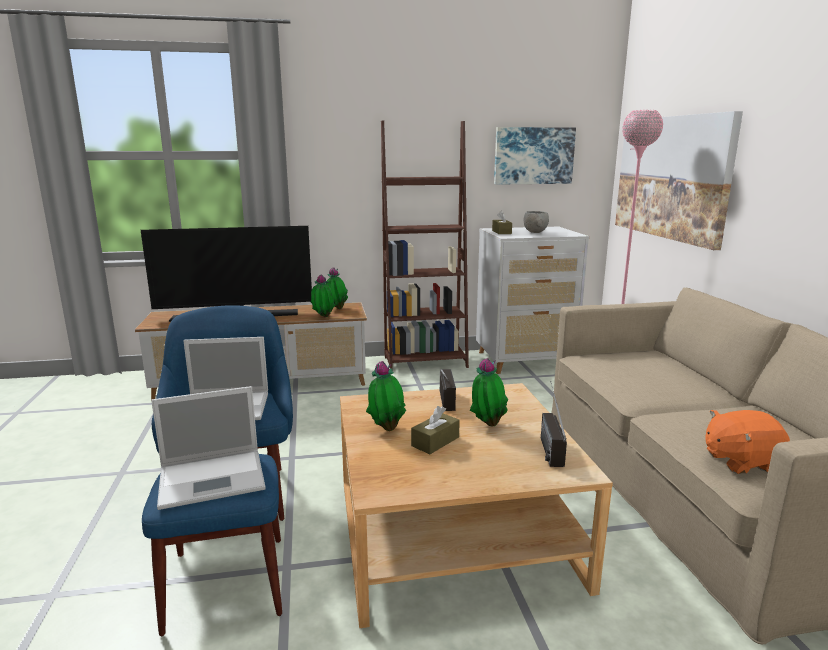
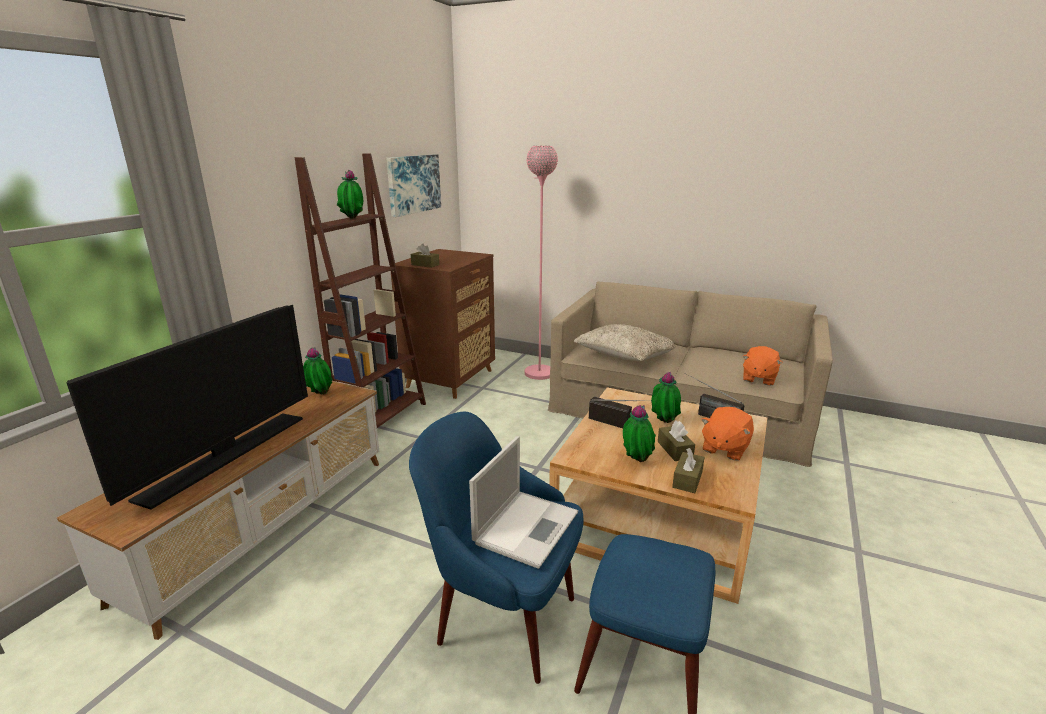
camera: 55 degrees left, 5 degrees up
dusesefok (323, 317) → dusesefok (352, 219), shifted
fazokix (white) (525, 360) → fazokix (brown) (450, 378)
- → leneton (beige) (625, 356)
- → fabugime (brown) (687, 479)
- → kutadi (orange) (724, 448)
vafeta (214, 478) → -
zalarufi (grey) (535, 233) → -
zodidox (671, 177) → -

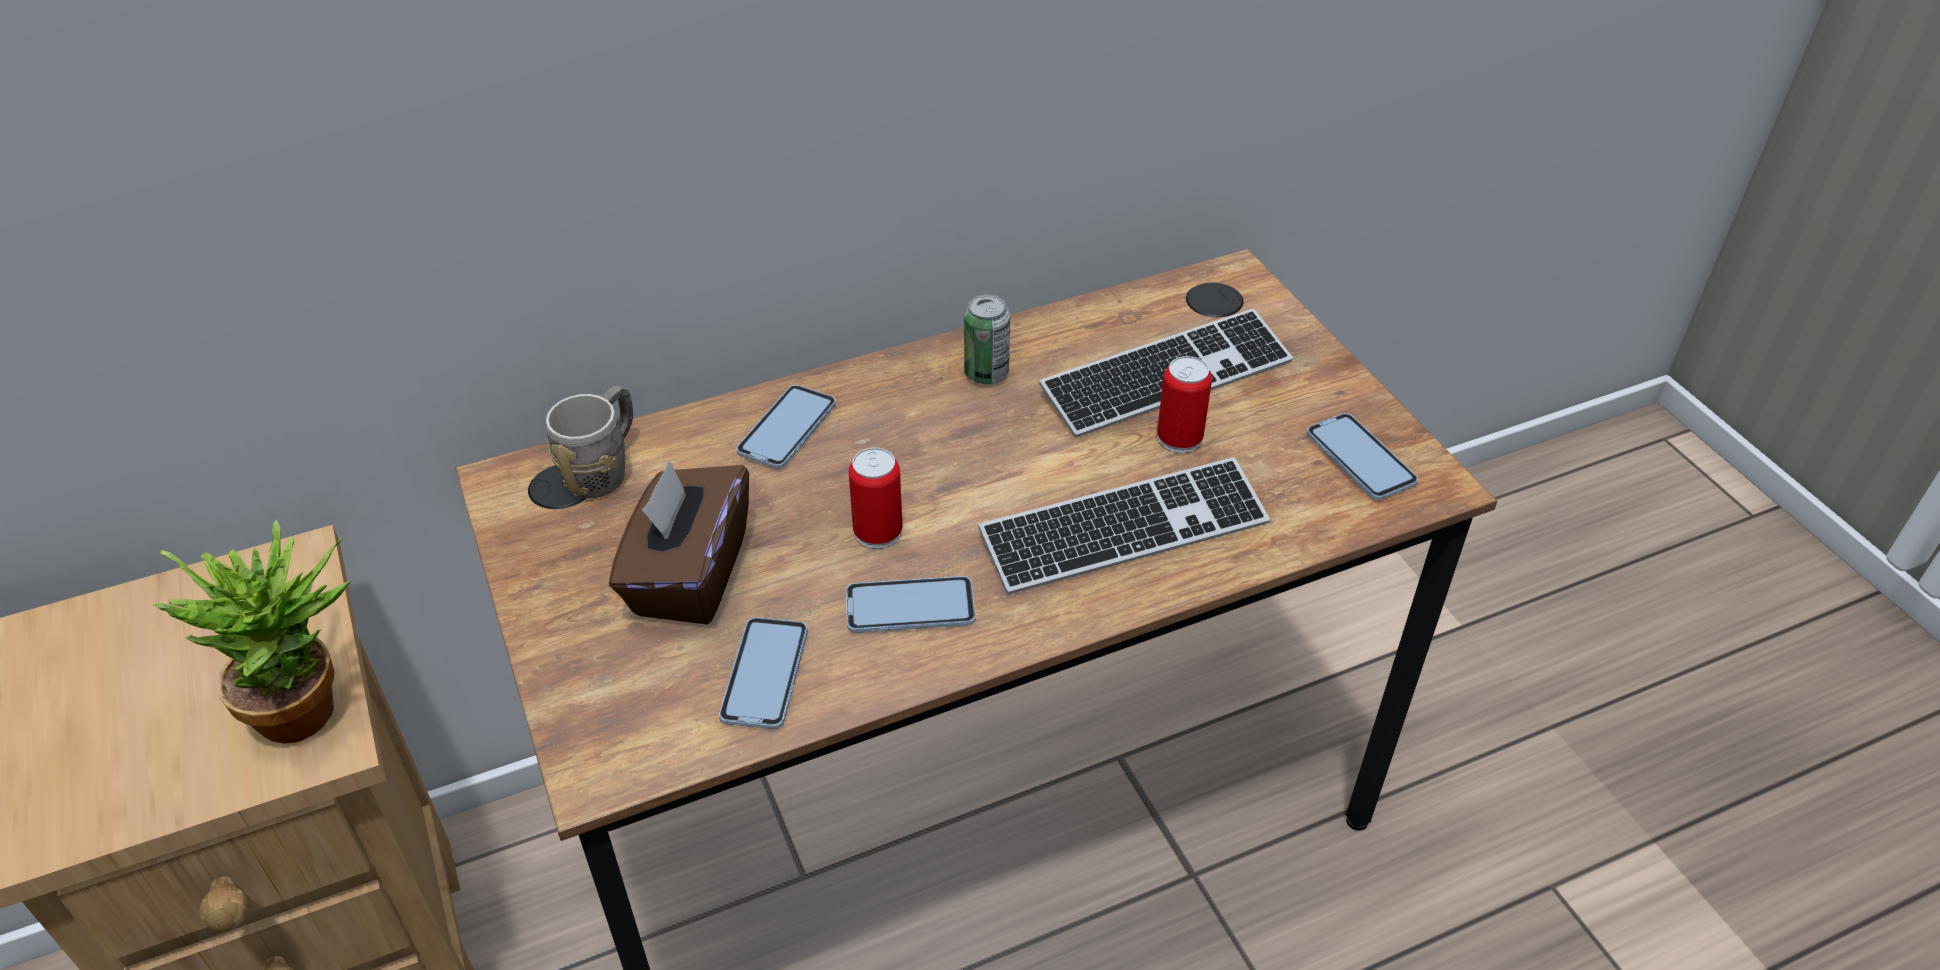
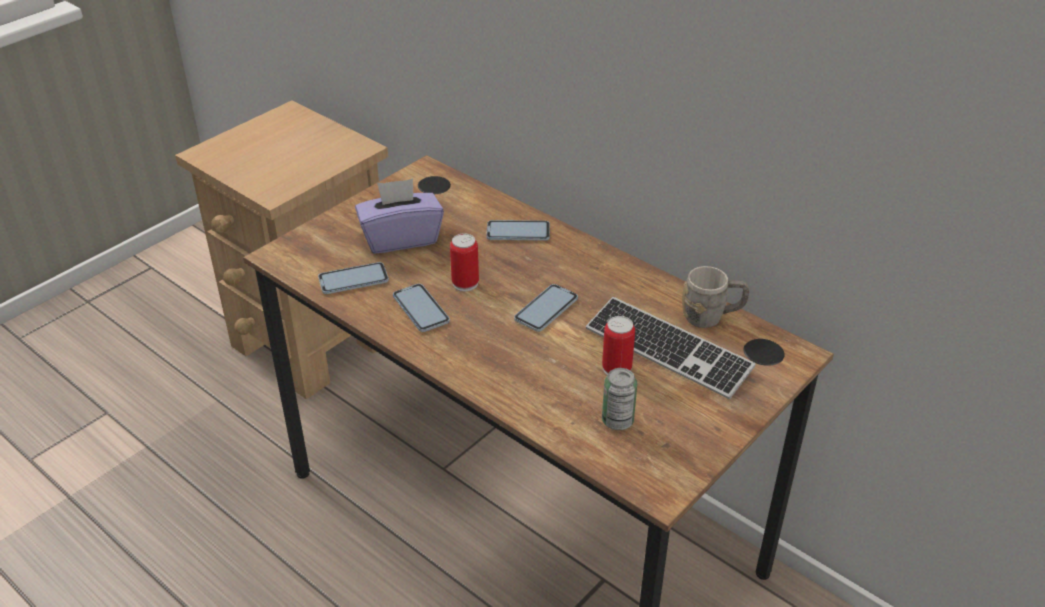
camera: 65 degrees right, 5 degrees down
fabugime (brown) (689, 575) → fabugime (purple) (401, 238)
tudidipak (1360, 459) → tudidipak (546, 309), shifted
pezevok (986, 373) → pezevok (617, 421), shifted
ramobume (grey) (604, 468) → ramobume (grey) (712, 317), shifted
dusesefok (312, 706) → -
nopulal (1124, 530) → -

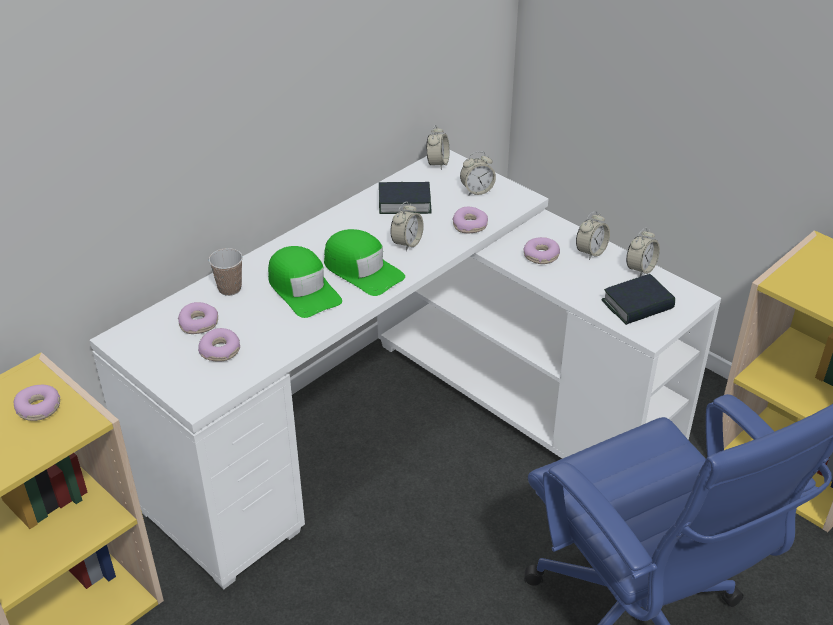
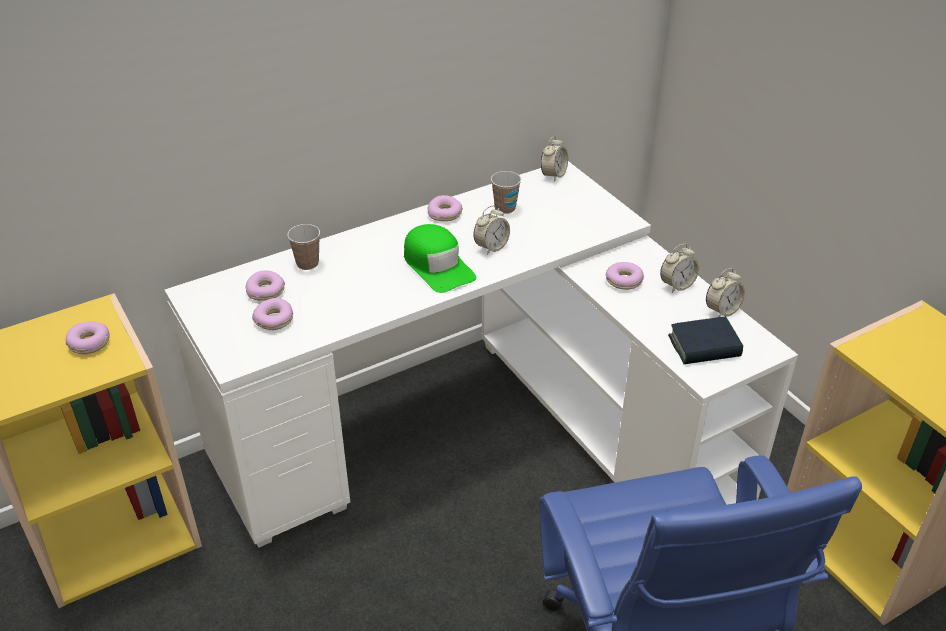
camera: 15 degrees right, 0 degrees up
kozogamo (470, 225) → kozogamo (445, 214), shifted
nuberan (404, 203) → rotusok (505, 208)
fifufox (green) (303, 289) → -
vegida (477, 191) → -

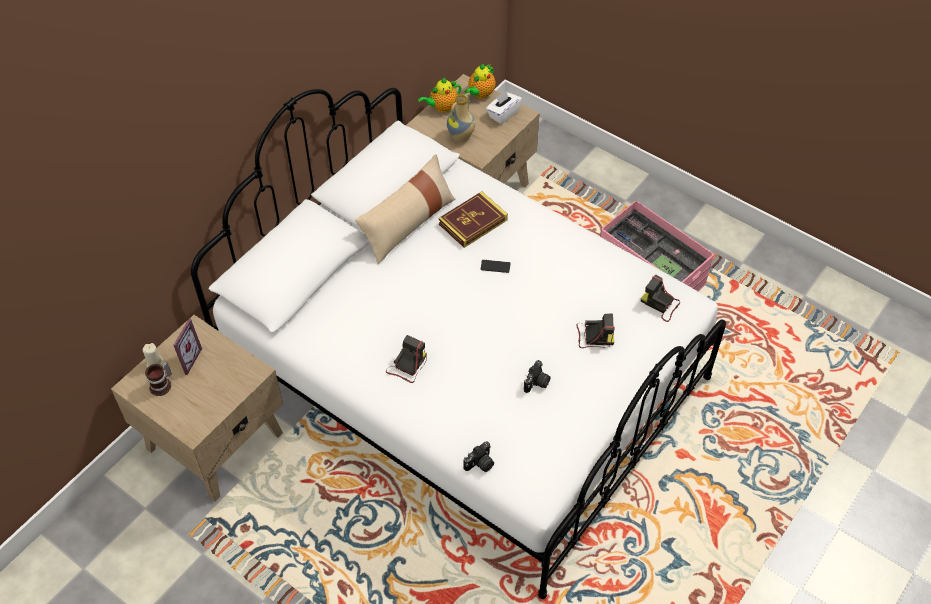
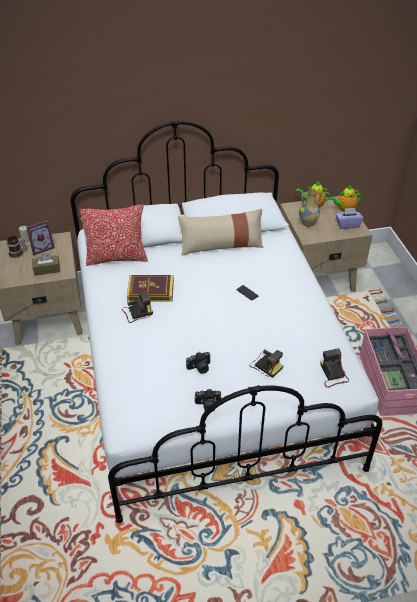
camera: 40 degrees right, 10 degrees down
- → fabugime (brown) (47, 269)
- → leneton (117, 258)
nuberan (473, 222) → nuberan (150, 290), shifted
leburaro (480, 464) → leburaro (208, 405), shifted
fabugime (white) (503, 114) → fabugime (purple) (347, 225)

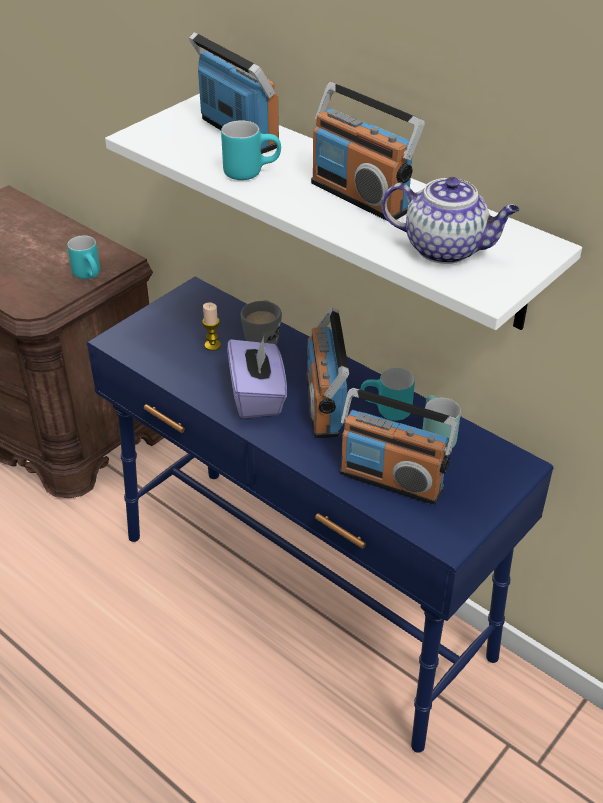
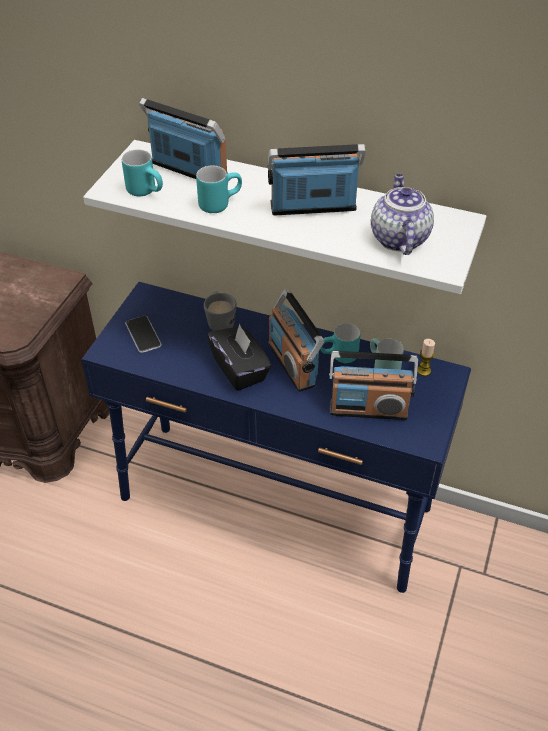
camera: 20 degrees left, 5 degrees up
ramobume (turquoise) (91, 275) → ramobume (turquoise) (147, 191), shifted
- → tudidipak (143, 335)
fabugime (purple) (258, 396) → fabugime (black) (240, 369)
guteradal (360, 197) → guteradal (313, 208), 150 degrees clockwise
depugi (446, 249) → depugi (398, 238), 90 degrees counterclockwise
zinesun (212, 345) → zinesun (423, 371), shifted

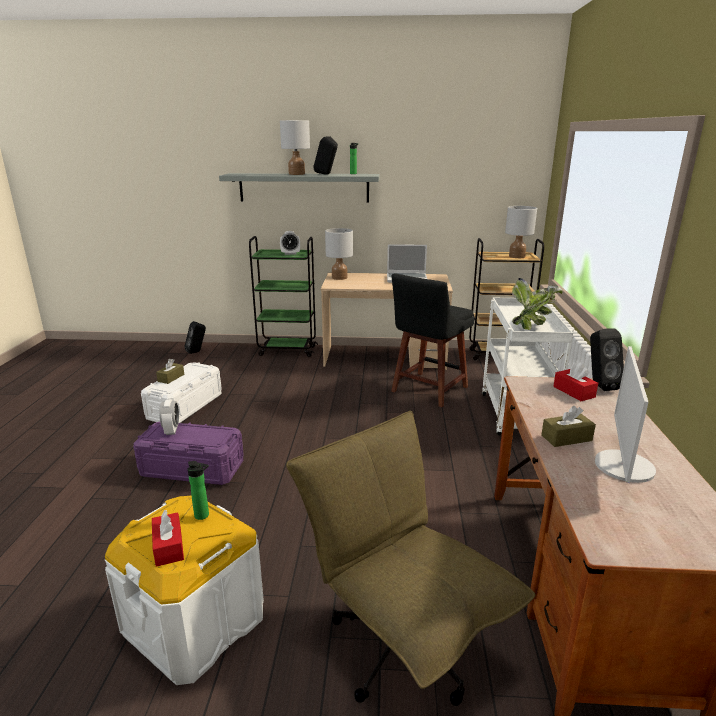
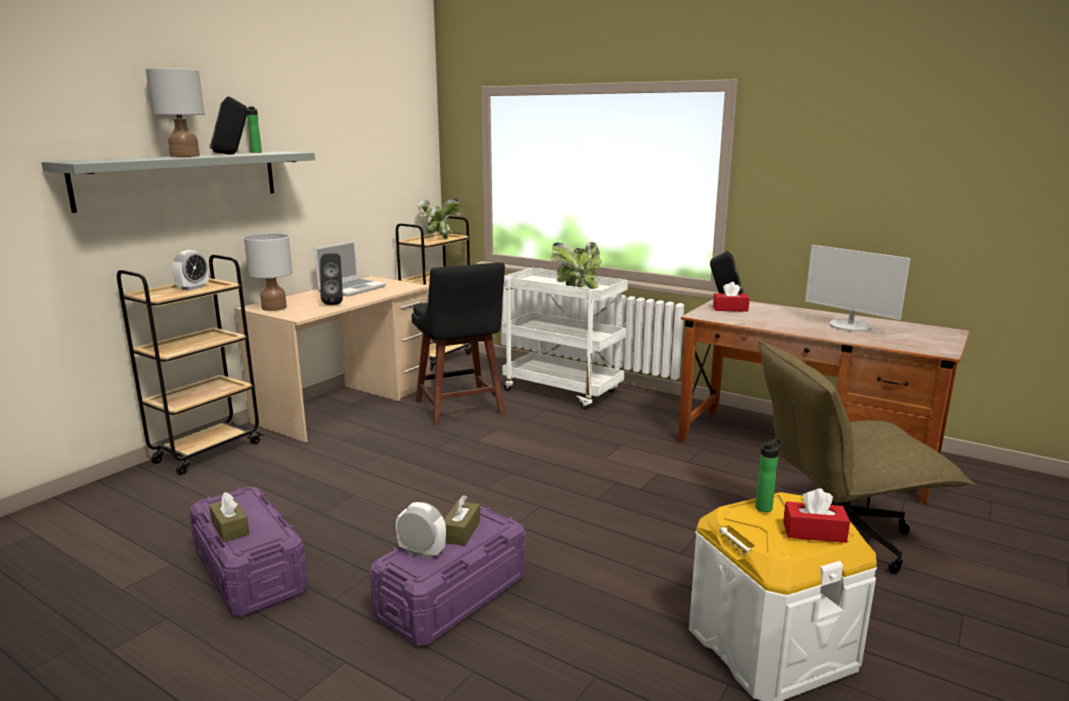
camera: 60 degrees left, 5 degrees down
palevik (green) (288, 351) → palevik (brown) (208, 452)
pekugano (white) (185, 406) → pekugano (purple) (250, 571)
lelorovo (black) (197, 352) → lelorovo (black) (334, 303), shifted
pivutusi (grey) (517, 256) → dusesefok (439, 238)
fabugime (brown) (566, 438) → fabugime (brown) (461, 531), shifted

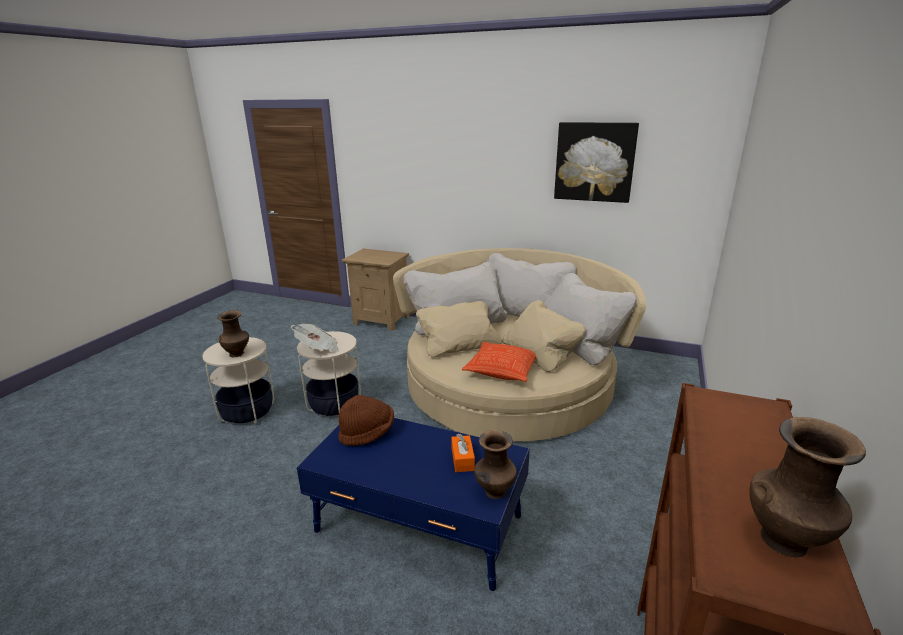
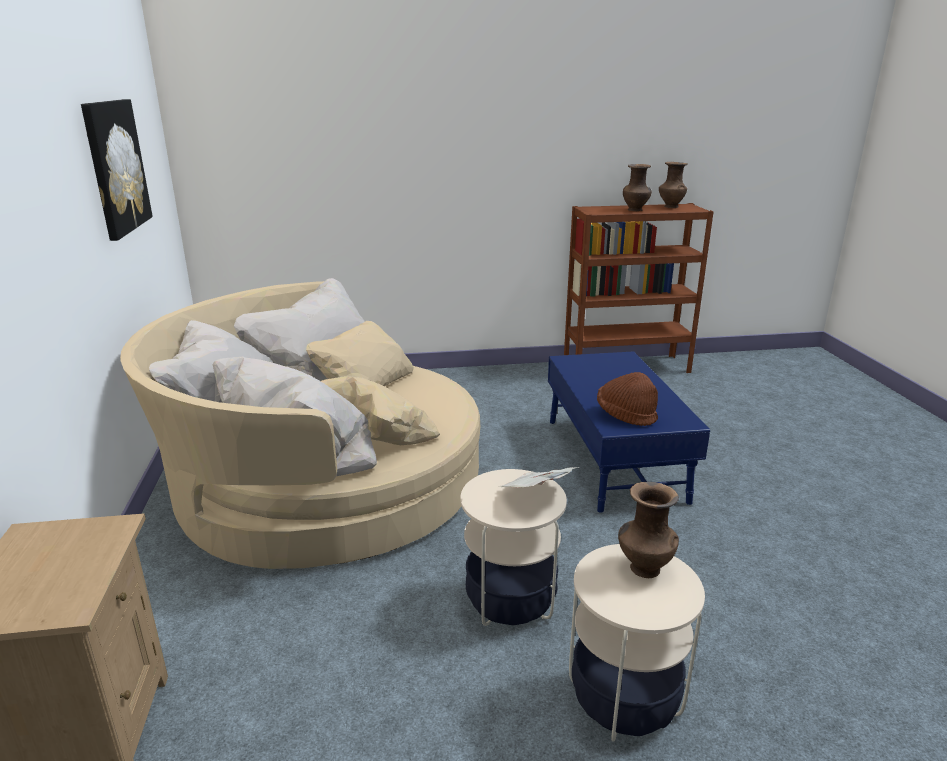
camera: 120 degrees left, 0 degrees up
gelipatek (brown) (494, 492) → gelipatek (brown) (635, 210), shifted
fabugime (orange) (462, 459) → -
leneton (orange) (502, 370) → -

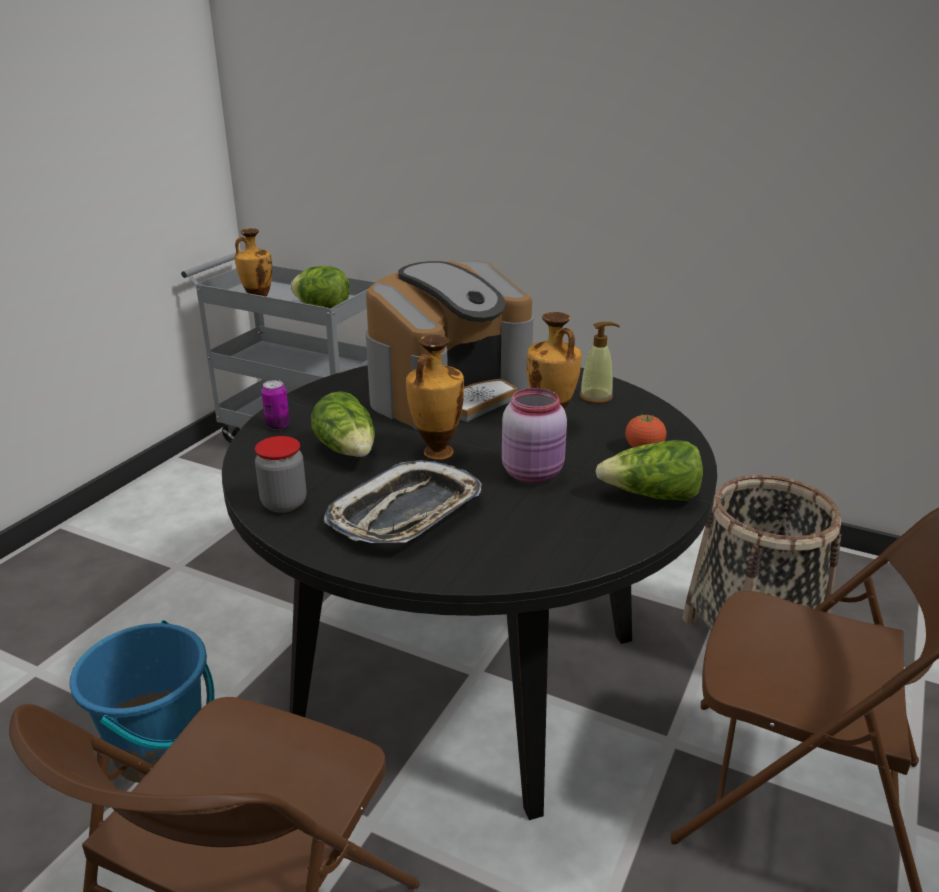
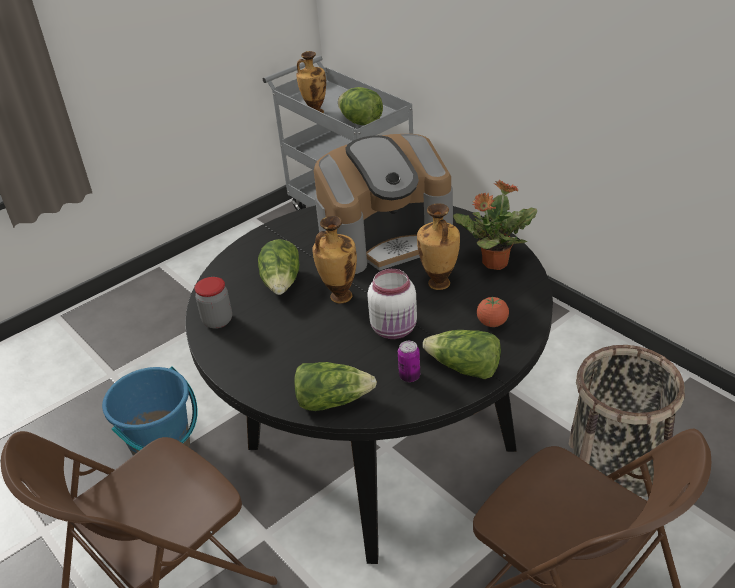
camera: 25 degrees right, 10 degrees up
- → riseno (332, 400)
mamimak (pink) (534, 473) → mamimak (white) (395, 329)
pezevok (277, 425) → pezevok (409, 376), shifted
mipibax (596, 397) → dusesefok (494, 263)
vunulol (406, 513) → -

